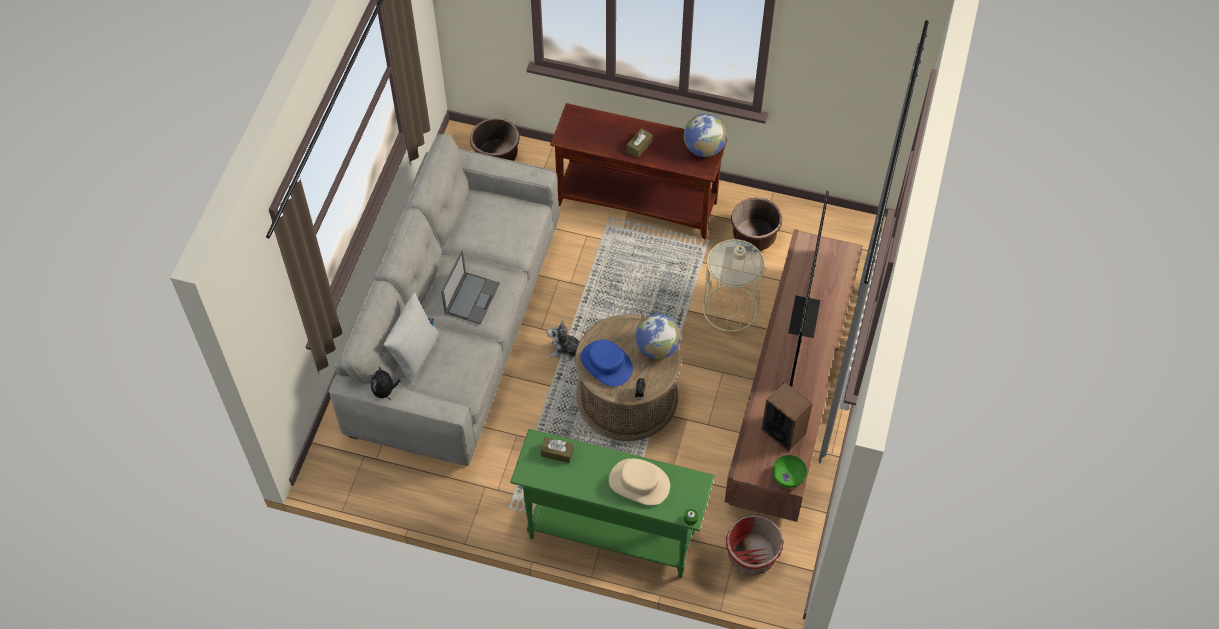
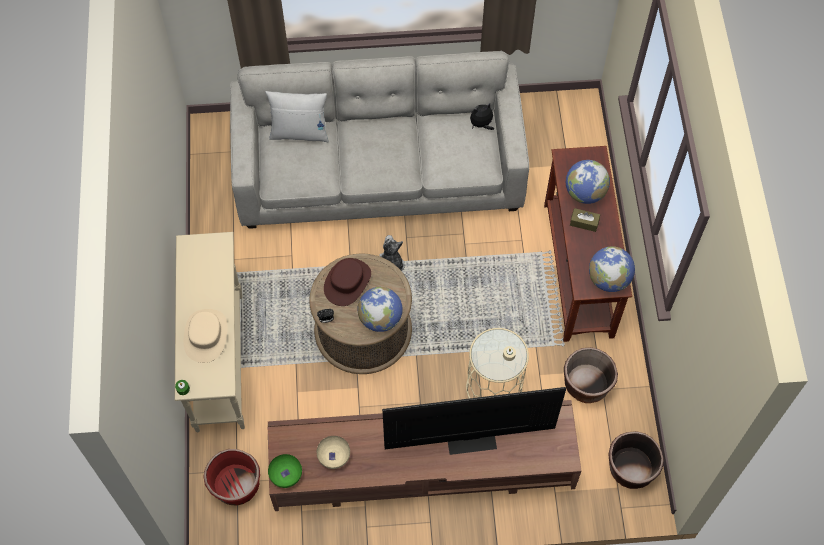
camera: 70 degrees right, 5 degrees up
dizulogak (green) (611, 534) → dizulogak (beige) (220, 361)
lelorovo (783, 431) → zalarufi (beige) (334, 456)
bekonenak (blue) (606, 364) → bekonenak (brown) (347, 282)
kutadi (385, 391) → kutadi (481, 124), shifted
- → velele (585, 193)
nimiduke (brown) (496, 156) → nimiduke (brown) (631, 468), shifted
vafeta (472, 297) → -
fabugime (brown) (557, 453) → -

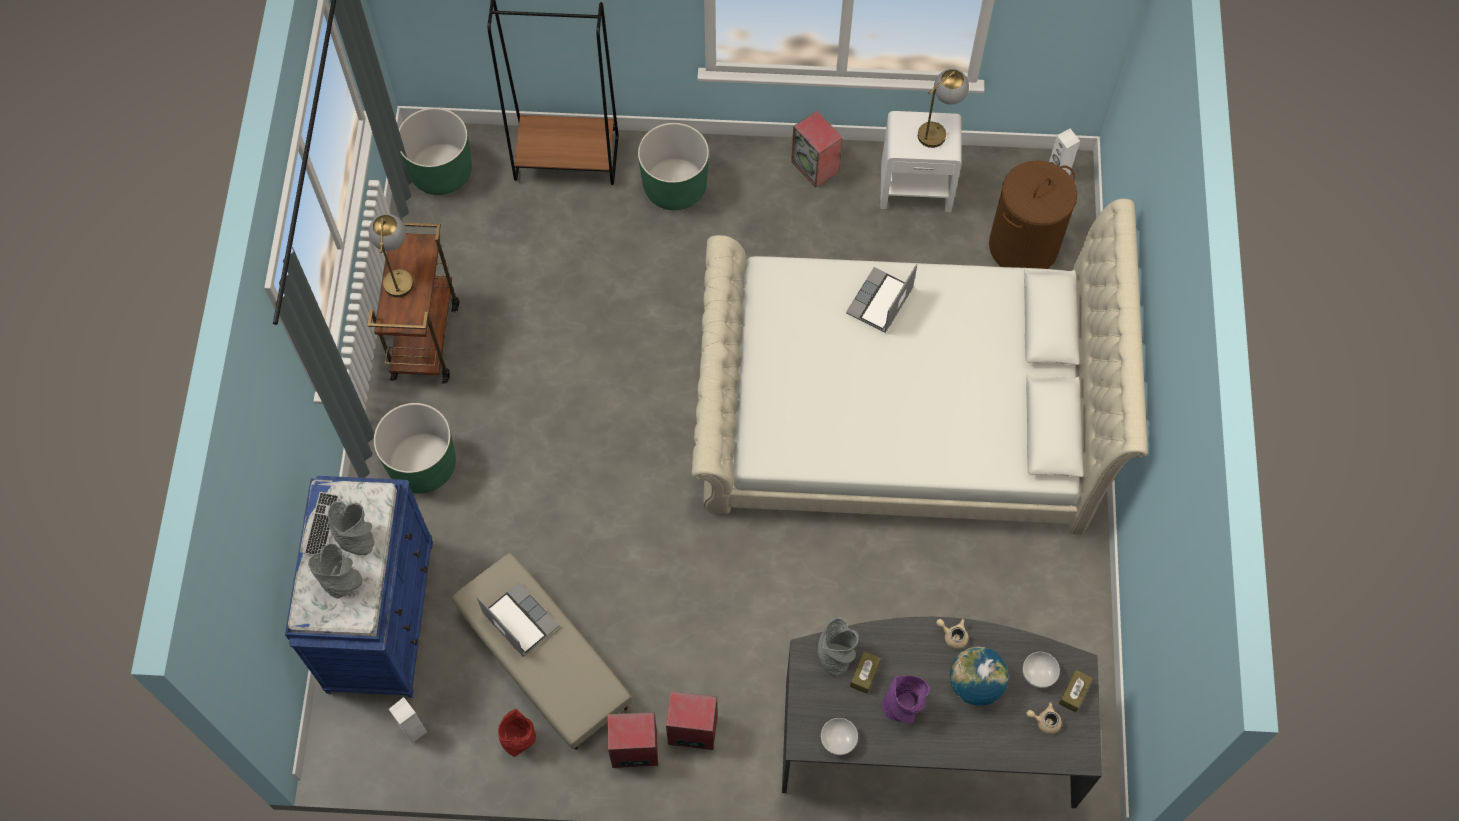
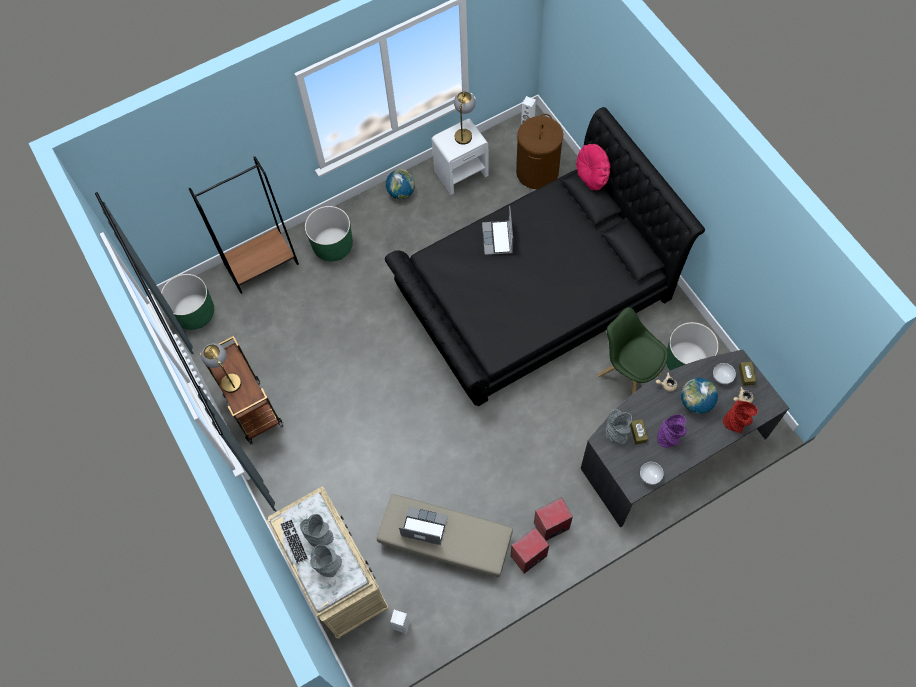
camera: 30 degrees left, 0 degrees up
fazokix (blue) (380, 615) → fazokix (beige) (337, 576)
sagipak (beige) (900, 406) → sagipak (black) (534, 290)
lelorovo (816, 167) → velele (401, 192)
- → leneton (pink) (591, 178)
- → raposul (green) (628, 375)
nimiduke (green) (422, 464) → nimiduke (green) (686, 361), shifted
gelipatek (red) (520, 740) → gelipatek (red) (736, 422), shifted

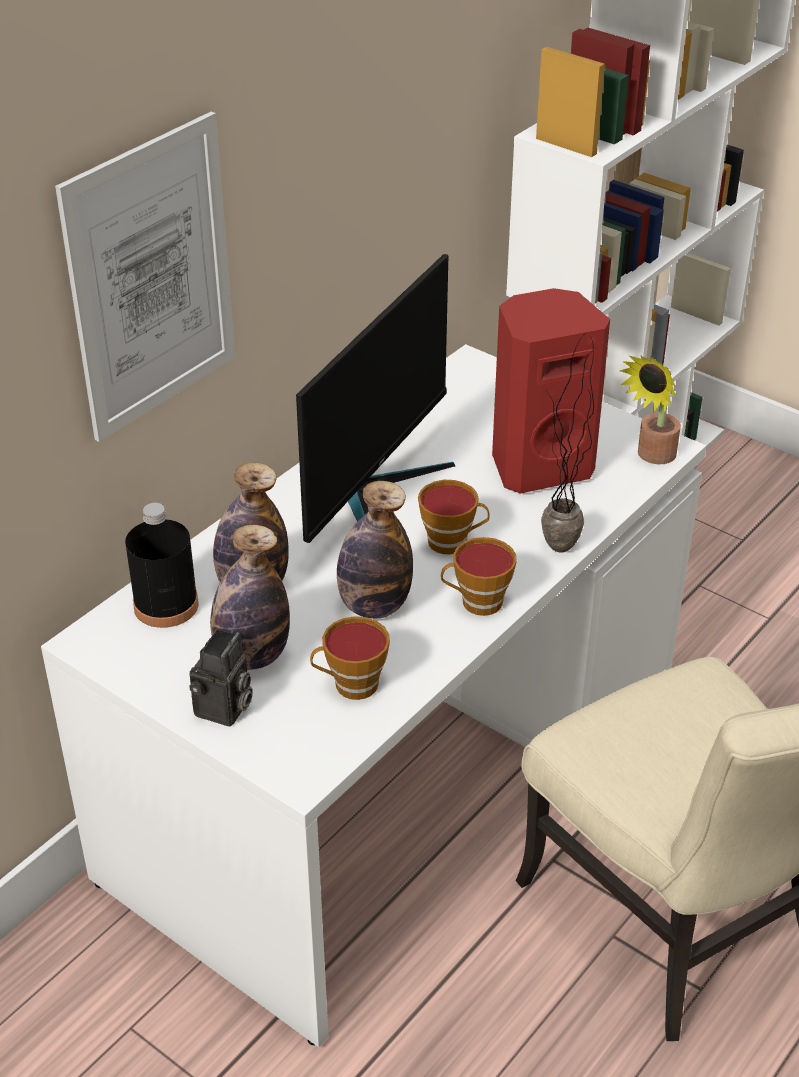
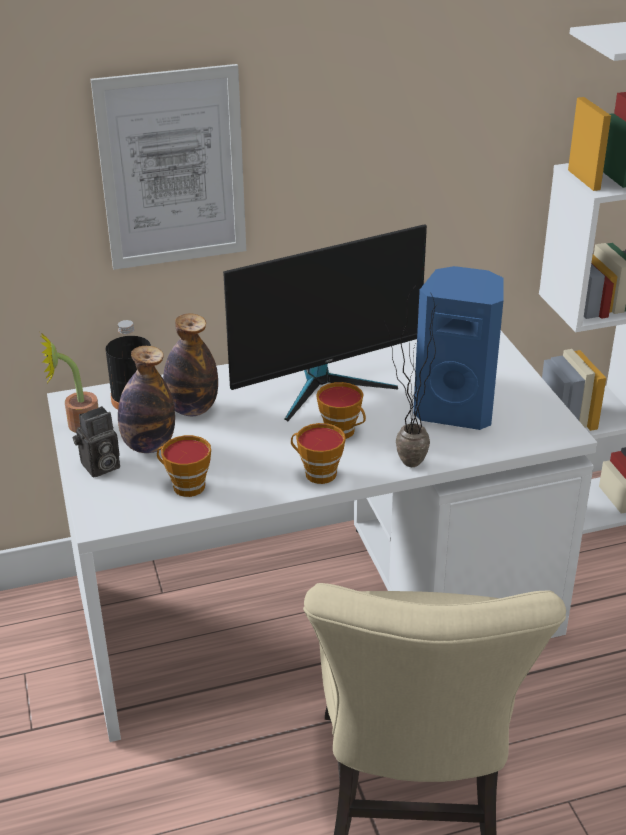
camera: 35 degrees right, 5 degrees down
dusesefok (652, 456) → dusesefok (77, 425), shifted
lelorovo (red) (539, 466) → lelorovo (blue) (456, 410)
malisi (374, 606) → -

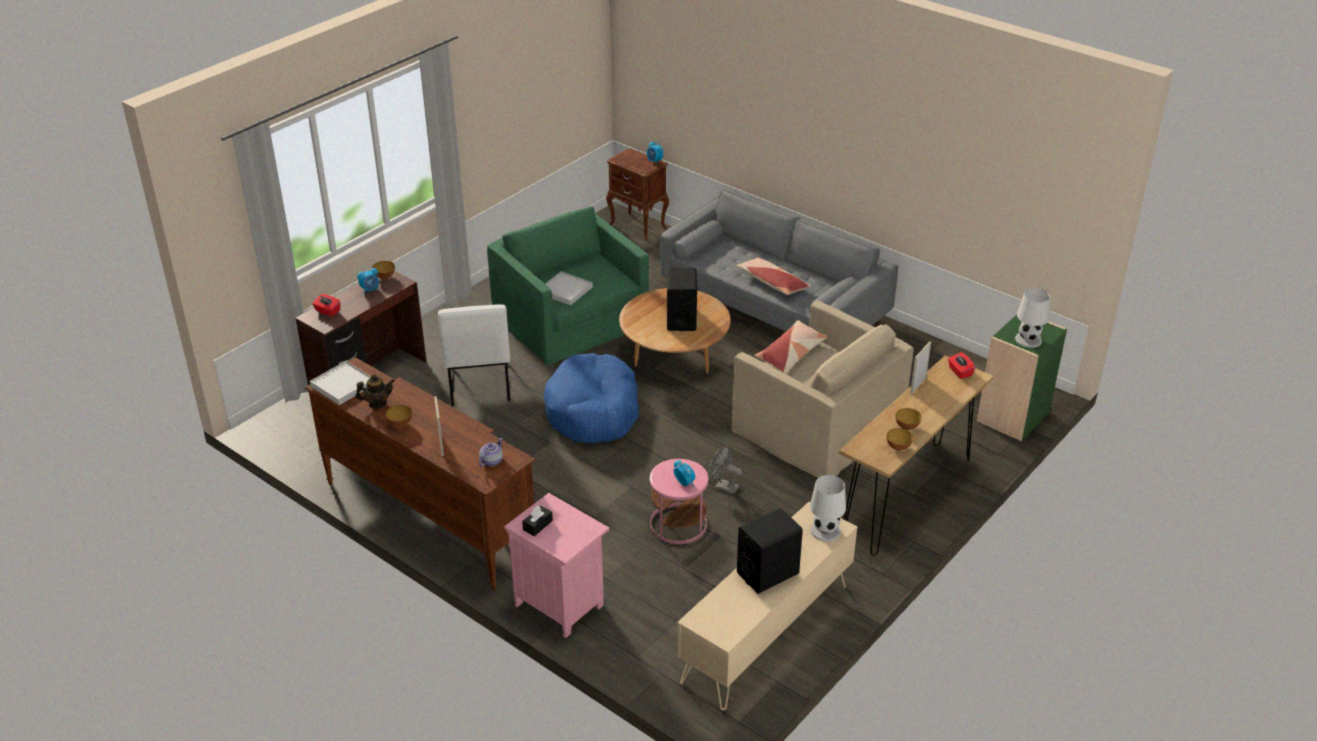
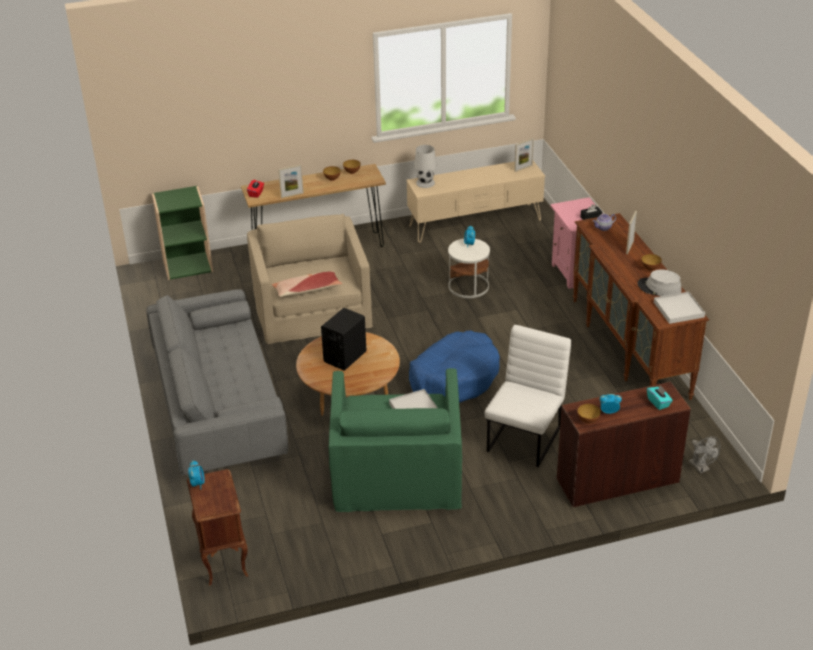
camera: 145 degrees left, 0 degrees up
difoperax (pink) (678, 524) → difoperax (white) (468, 286)
- → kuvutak (523, 168)
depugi (377, 403) → bekonenak (grey) (659, 288)
fabugime (red) (327, 311) → fabugime (turquoise) (658, 403)
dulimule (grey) (723, 486) → dulimule (grey) (701, 468), shifted
leneton (772, 283) → -
lelorovo (black) (768, 573) → -
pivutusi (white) (1028, 339) → -

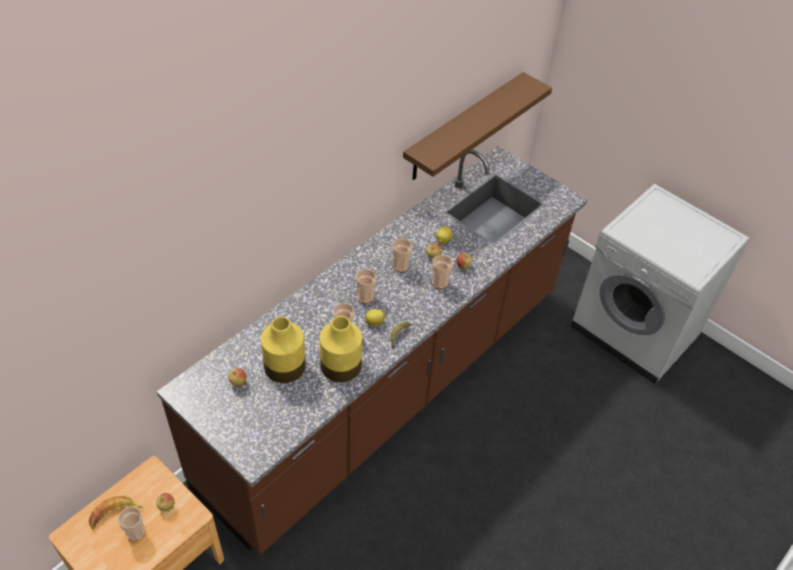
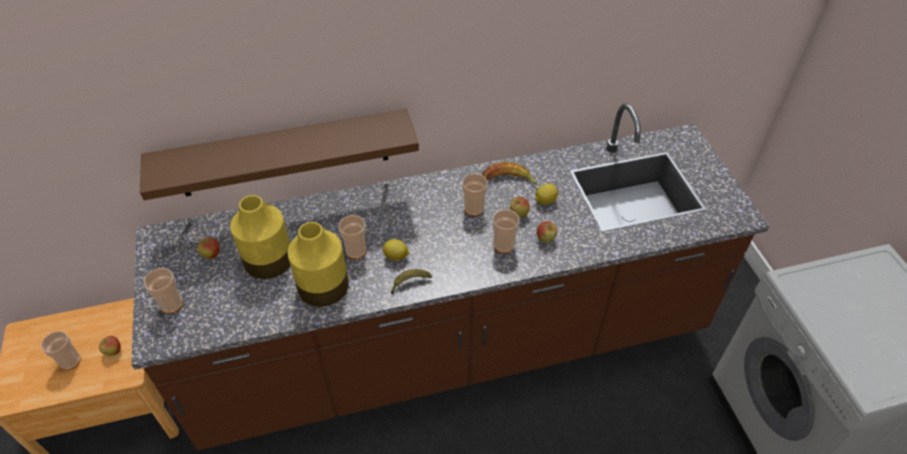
camera: 35 degrees right, 0 degrees up
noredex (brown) (464, 127) → noredex (brown) (283, 154), shifted
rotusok (365, 297) → rotusok (171, 304), shifted
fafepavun (114, 514) → fafepavun (507, 180), shifted

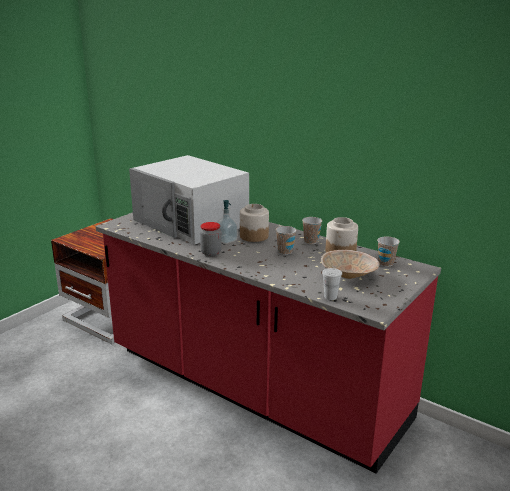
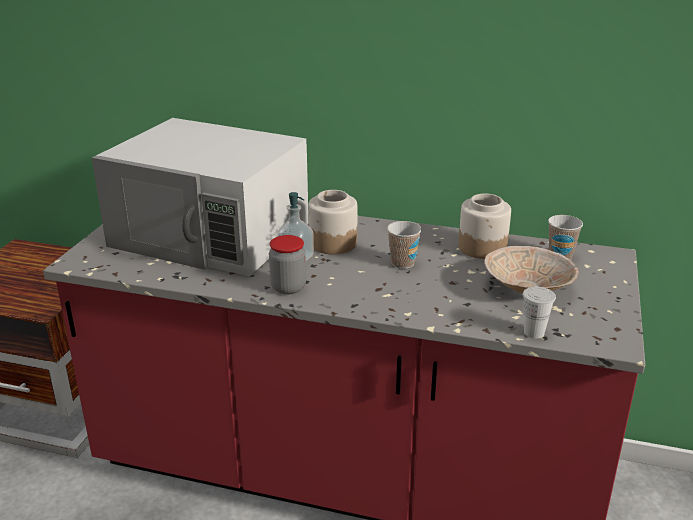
camera: 20 degrees left, 5 degrees up
rotusok (311, 241) → -

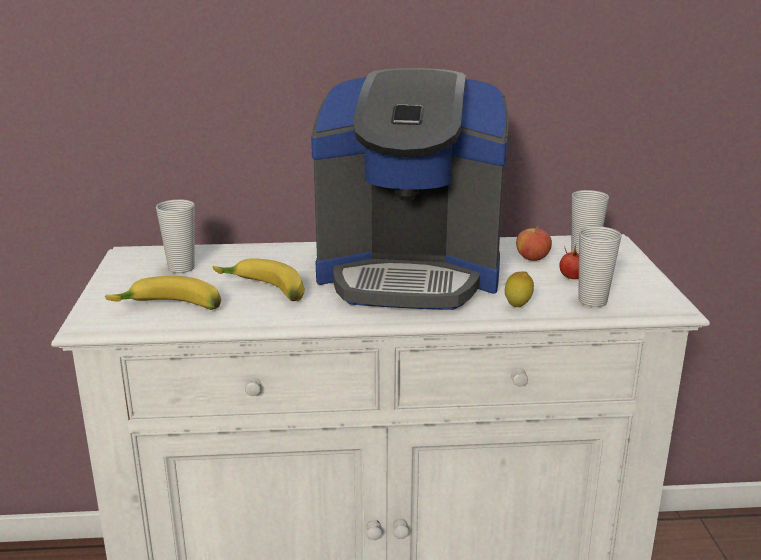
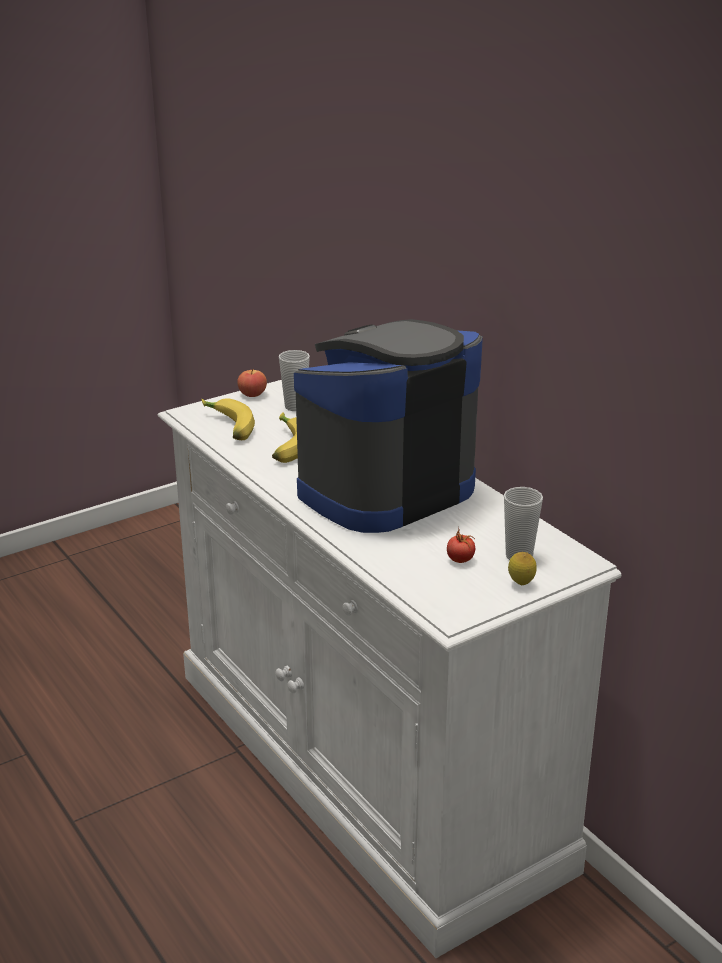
camera: 60 degrees right, 5 degrees up
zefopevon (532, 258) → zefopevon (252, 394), shifted
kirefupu (409, 273) → kirefupu (383, 488), 75 degrees clockwise
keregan (517, 307) → keregan (521, 584), shifted
rotusok (592, 301) → -

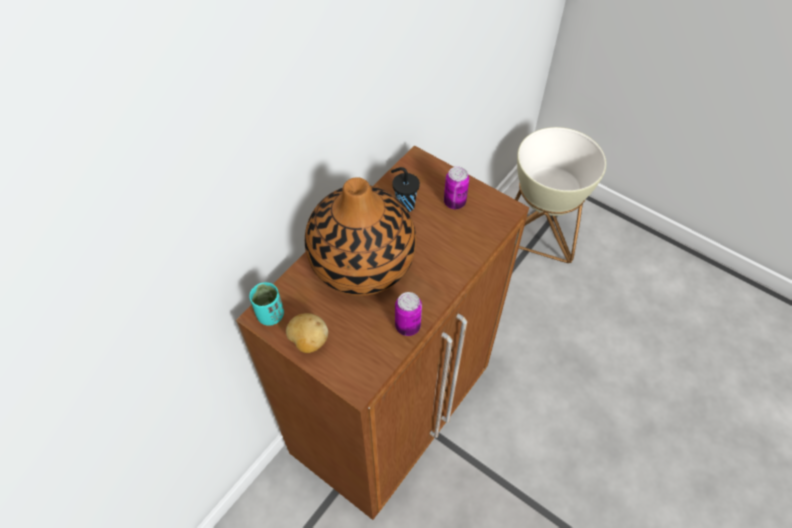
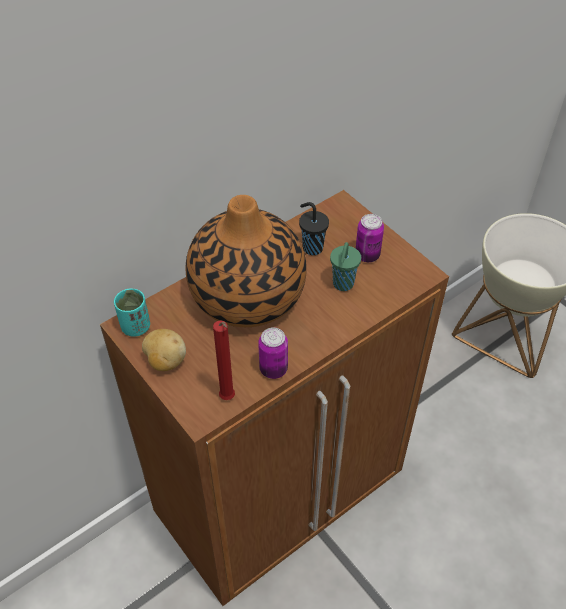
camera: 15 degrees right, 5 degrees down
- → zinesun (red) (228, 399)
- → rotusok (green) (342, 285)

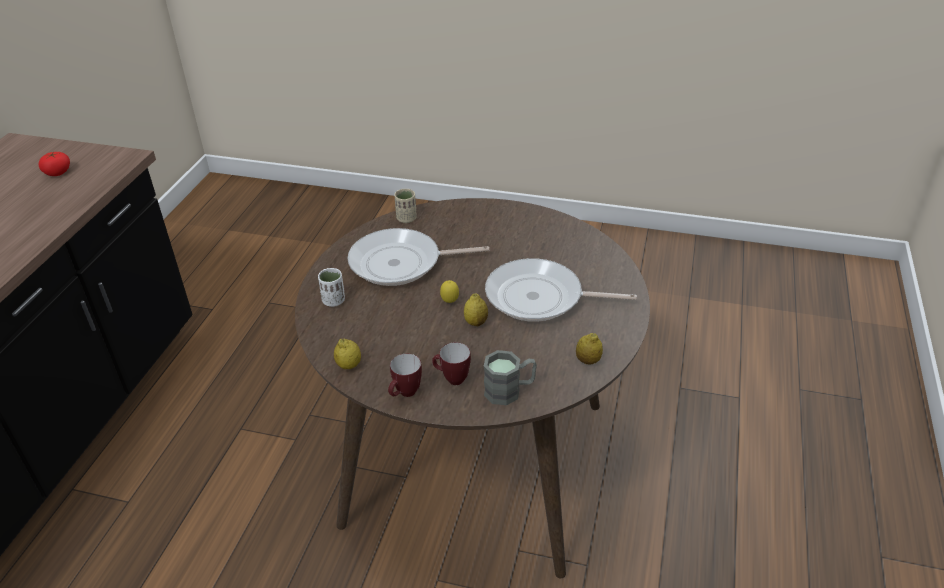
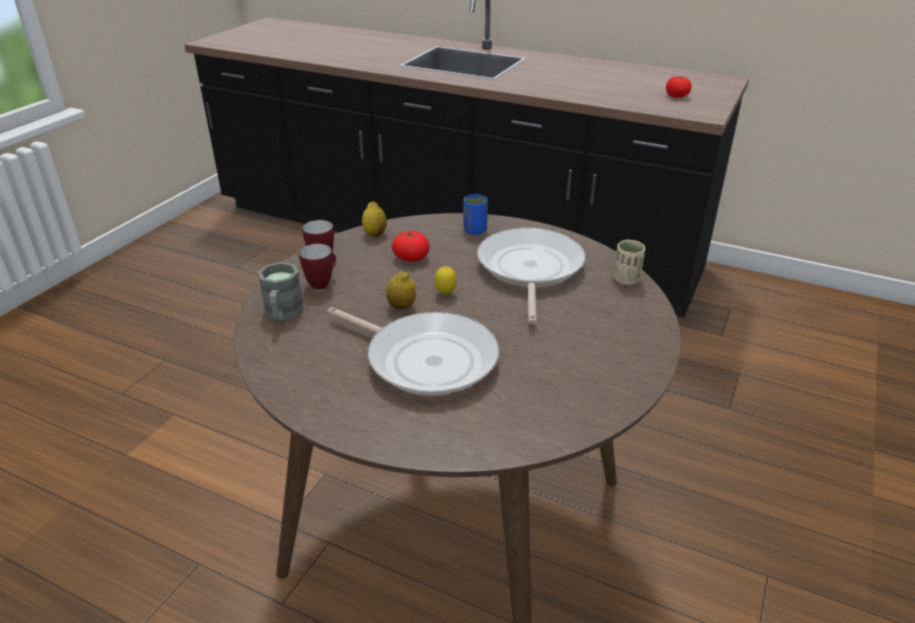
camera: 100 degrees right, 5 degrees down
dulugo (540, 298) → dulugo (426, 359), 105 degrees clockwise
- → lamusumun (411, 257)
rotusok (white) (333, 301) → rotusok (blue) (475, 230)
keregan (588, 360) → -

